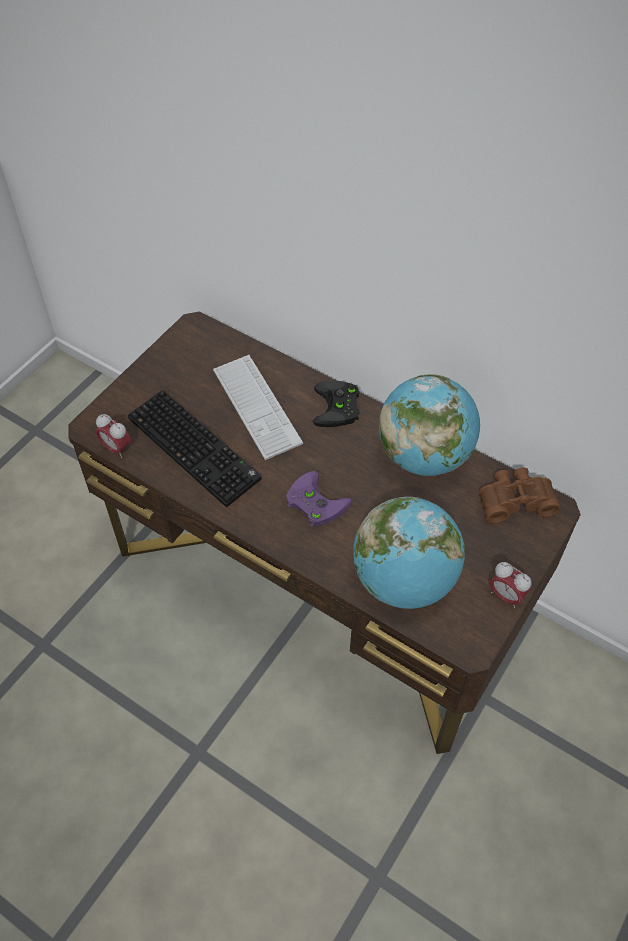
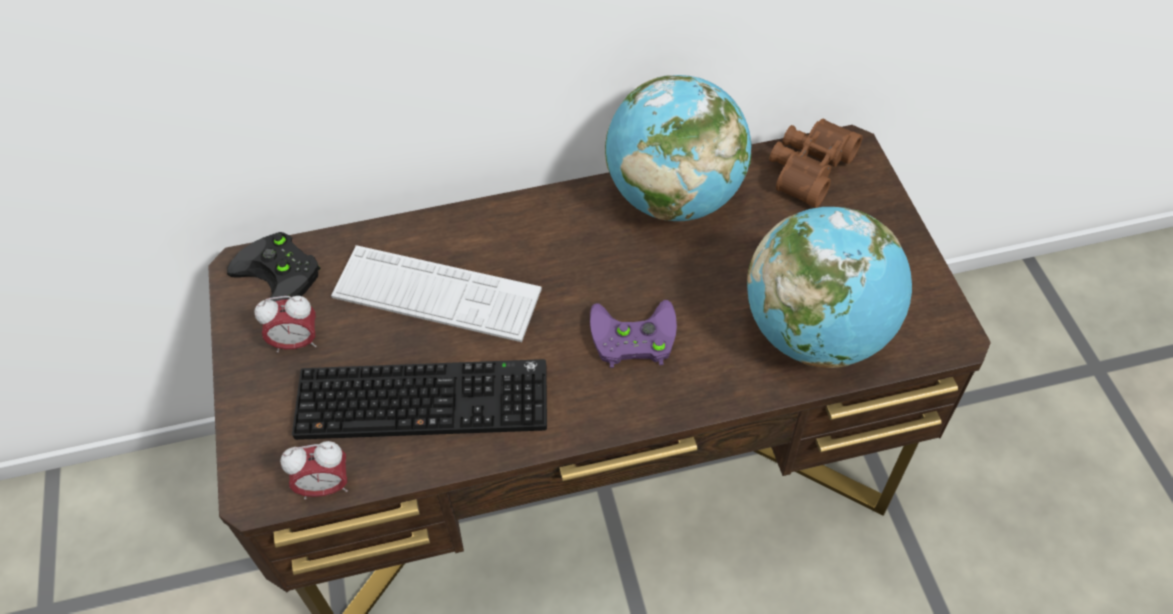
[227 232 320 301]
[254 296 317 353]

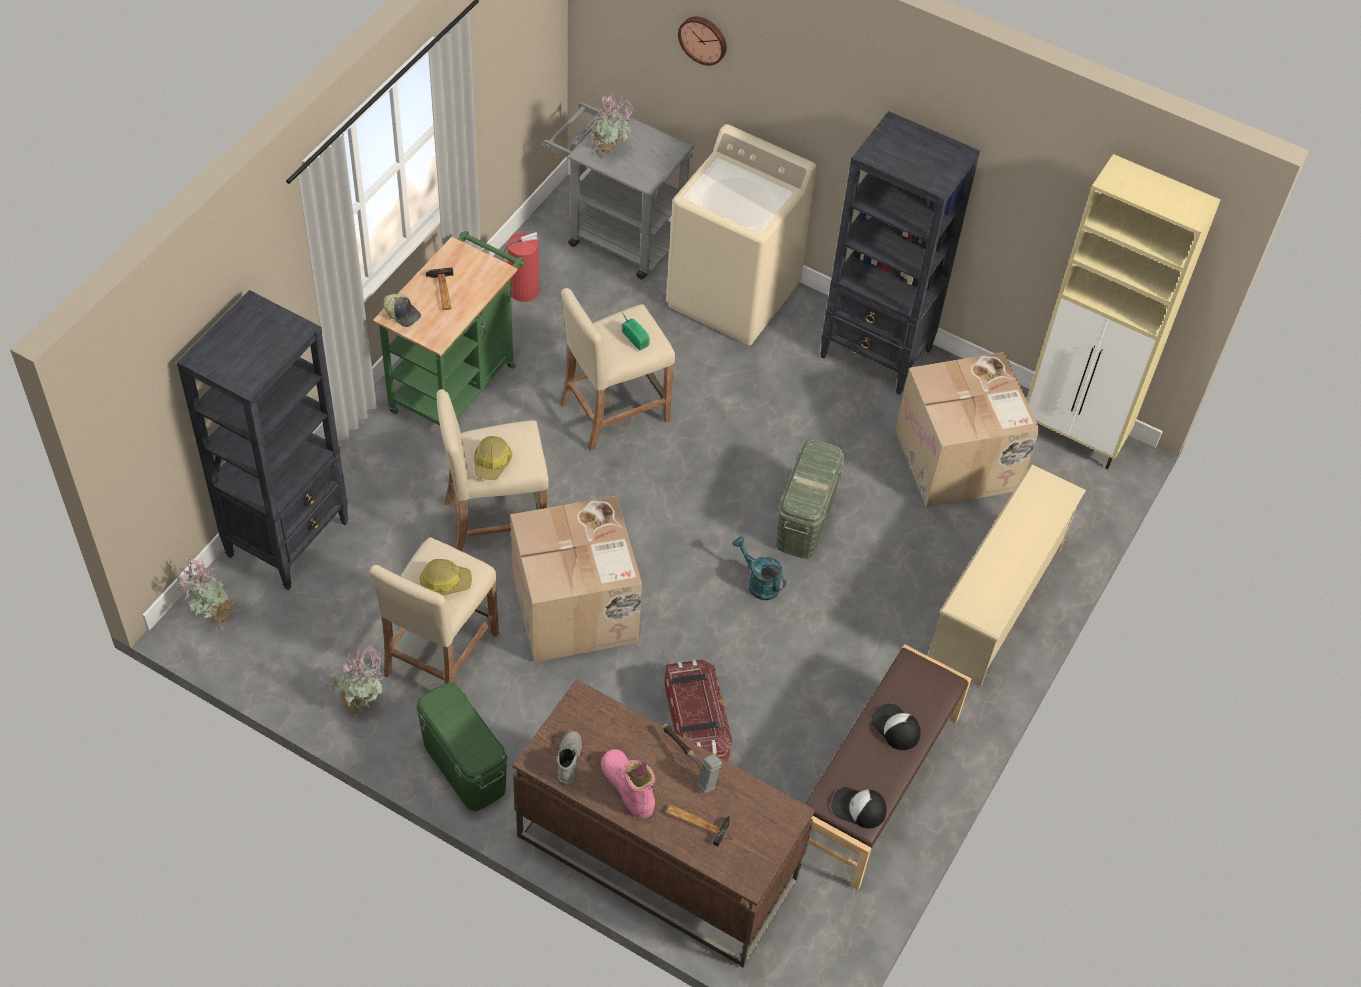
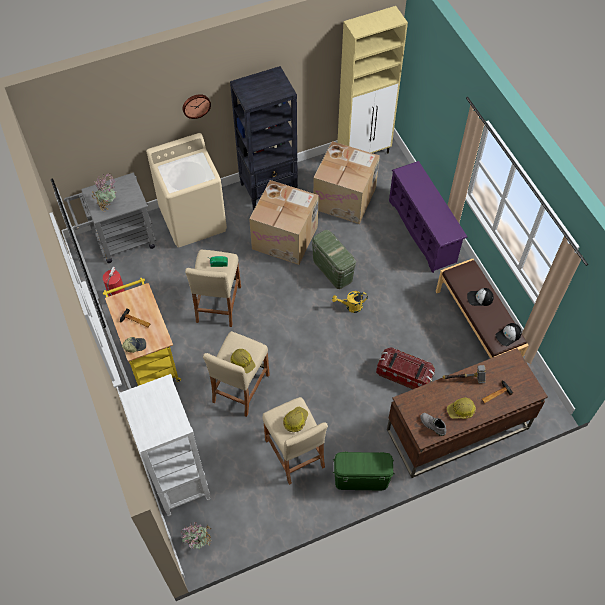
[331 646 385 717] (first image)
[249 180 319 265]
[182 94 211 119]
[447 398 476 419]
[119 374 210 516]
[103 278 181 386]
[332 291 368 313]
[389 161 467 273]

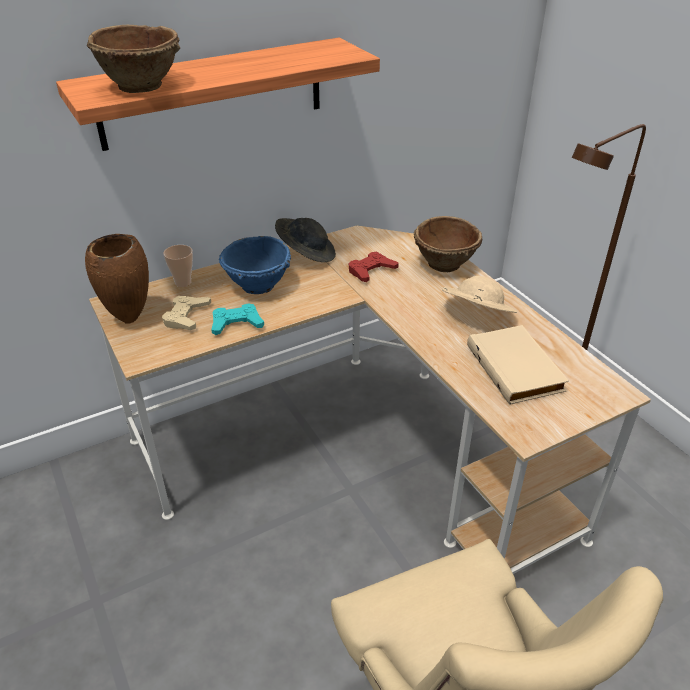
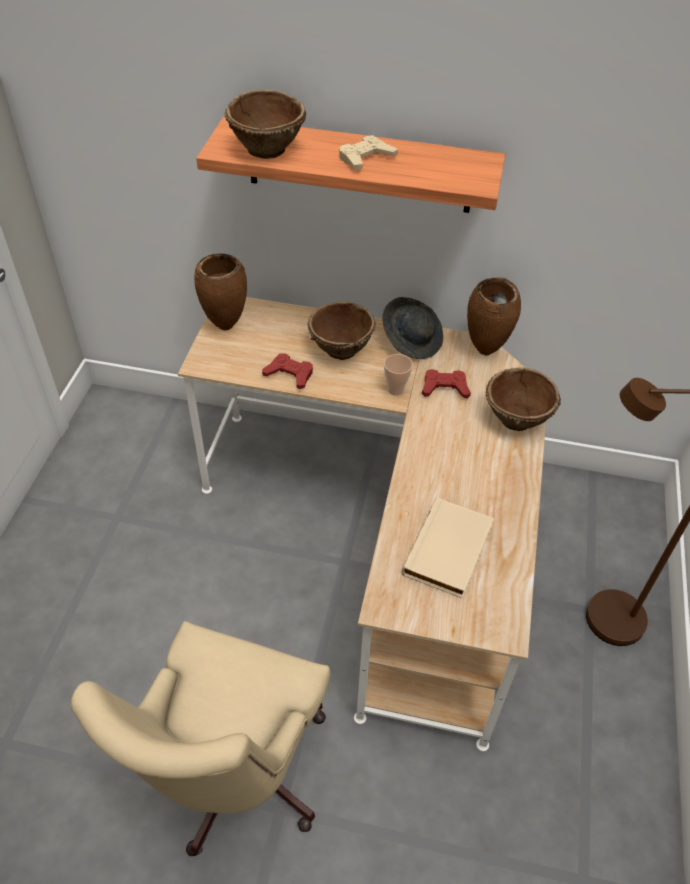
[442 276 517 313] (first image)
[467 277 521 356]
[339 135 398 170]
[384 354 413 396]
[262 353 313 389]
[308 301 376 360]

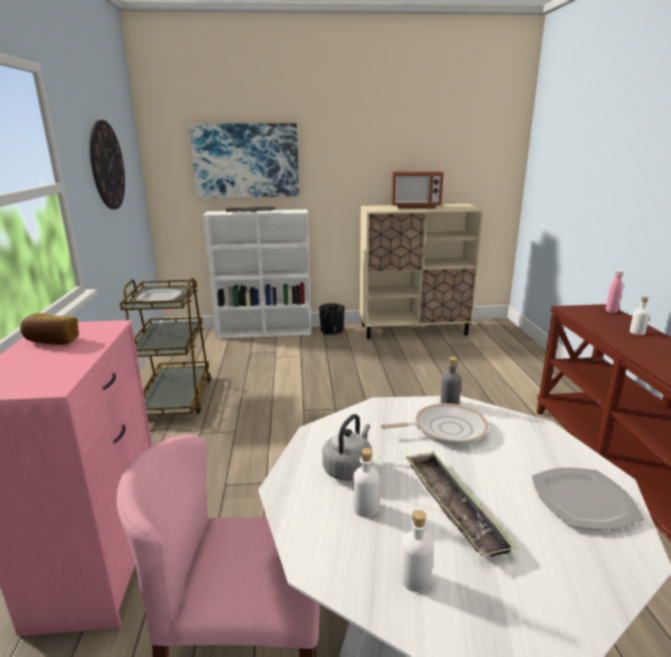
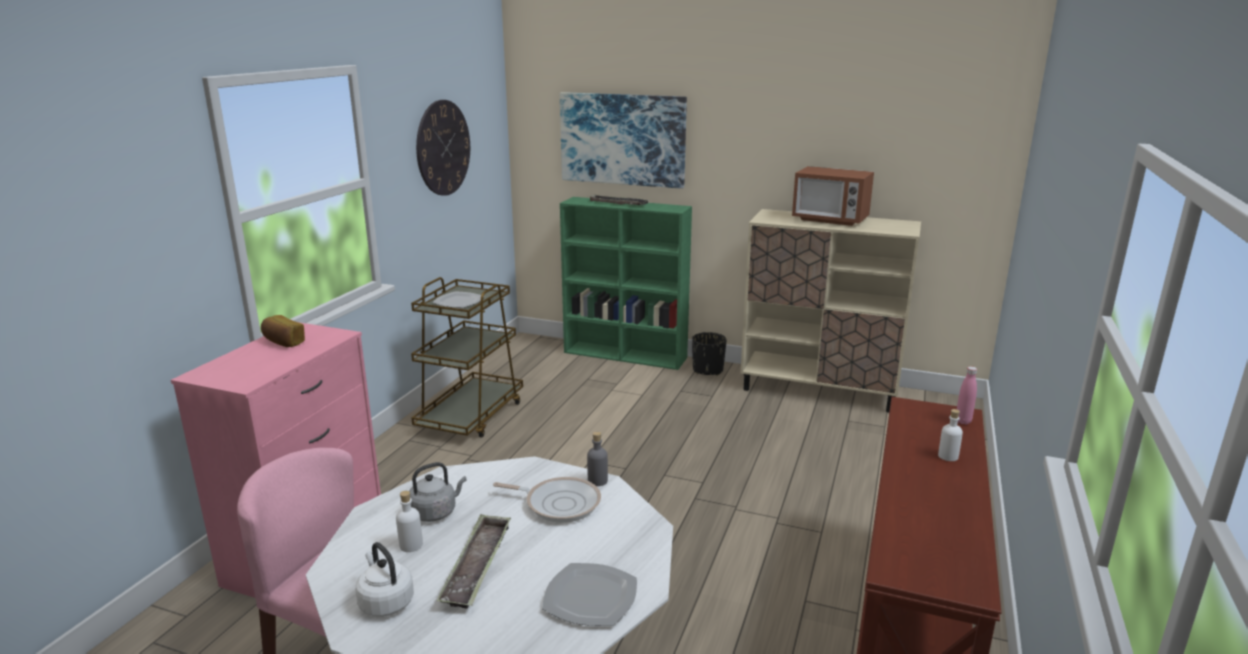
[355 542 414 617]
[560 197 692 370]

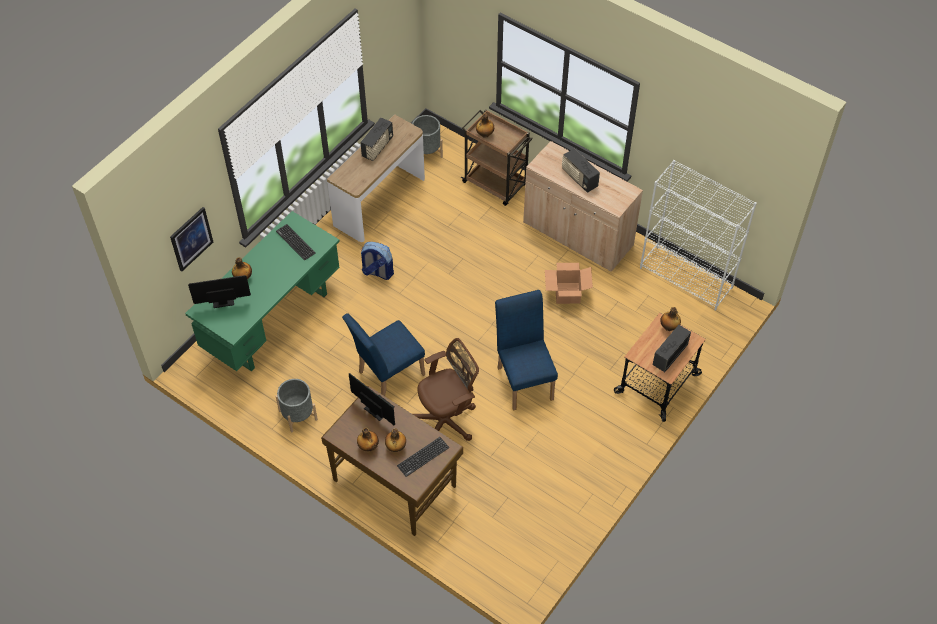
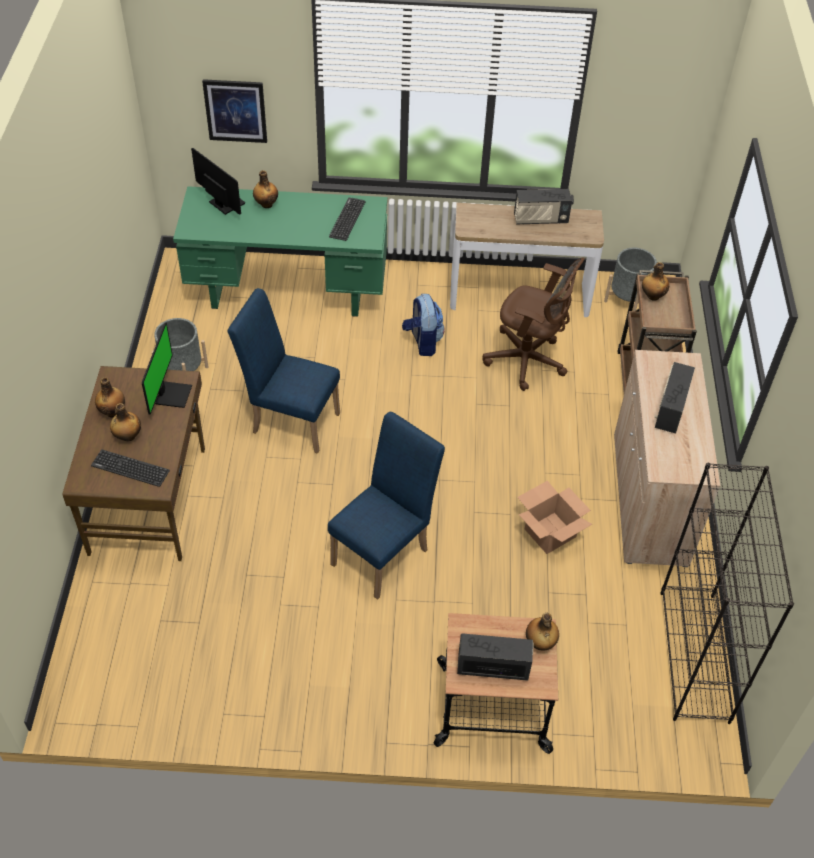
[483 258 585 391]
[660 463 794 724]

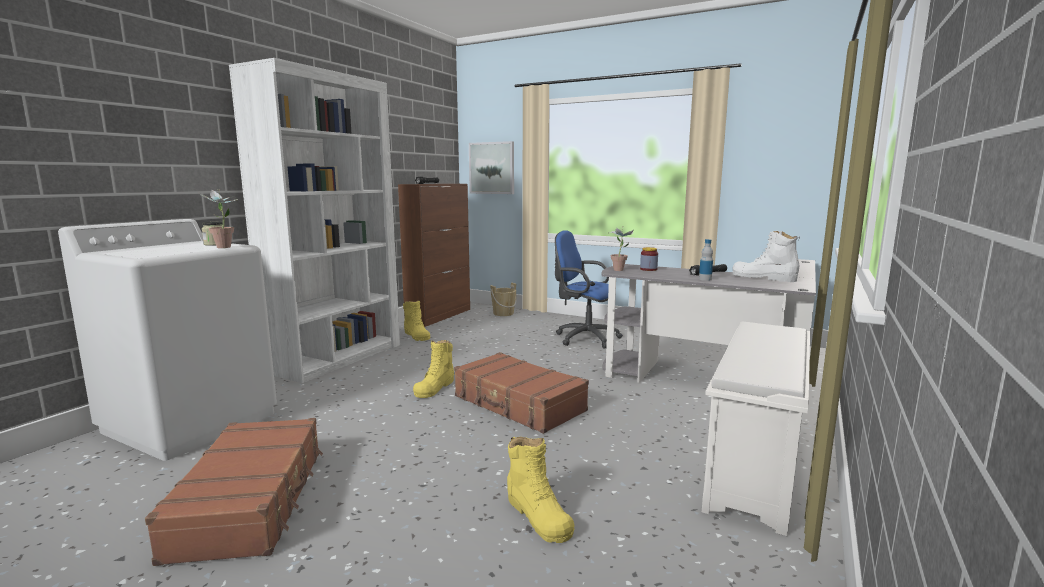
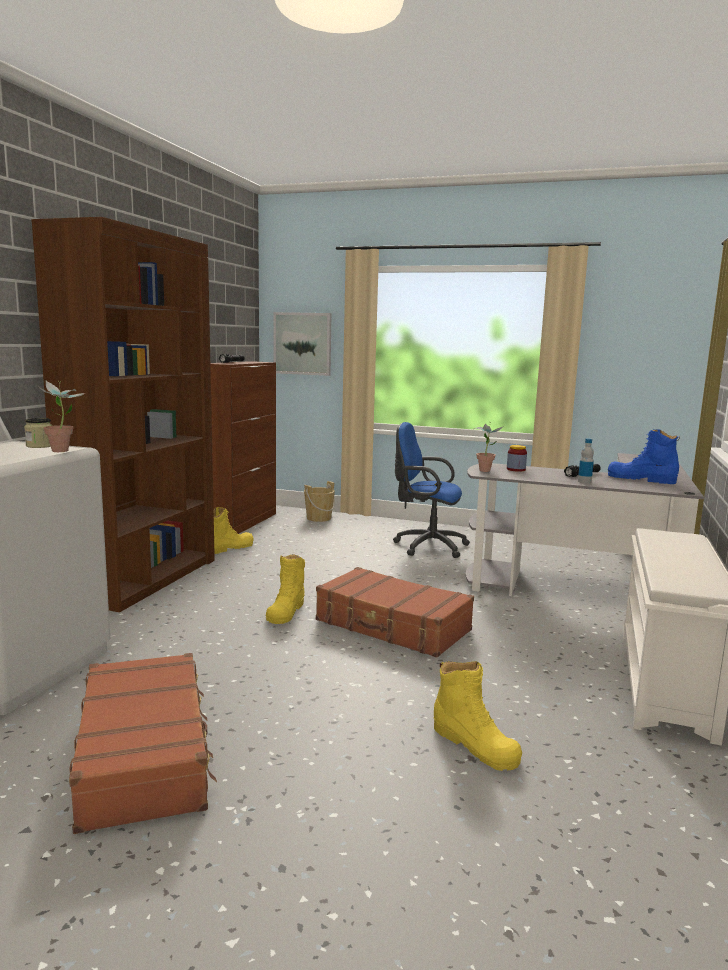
[31 217 215 612]
[608 429 680 484]
[214 507 254 554]

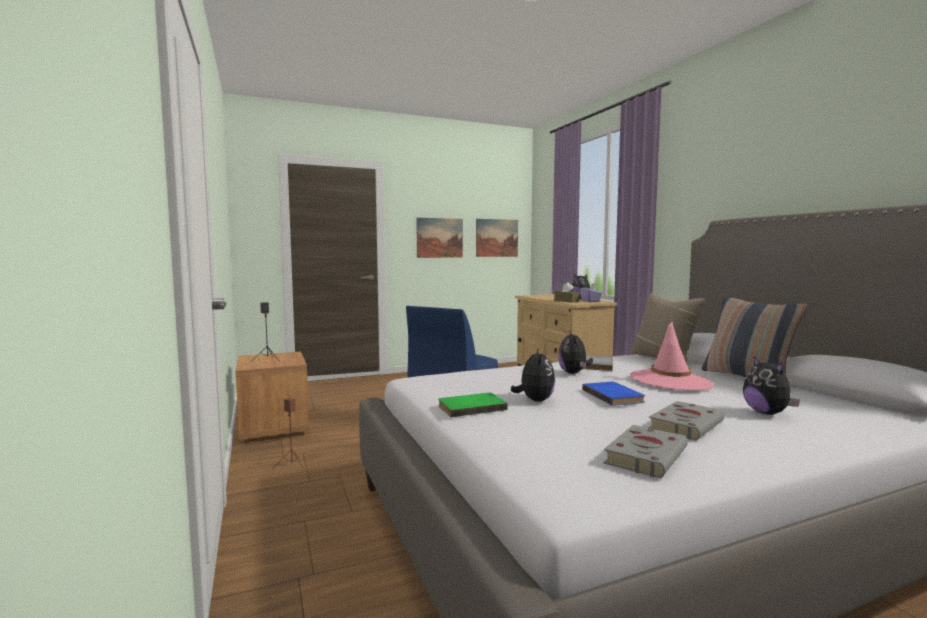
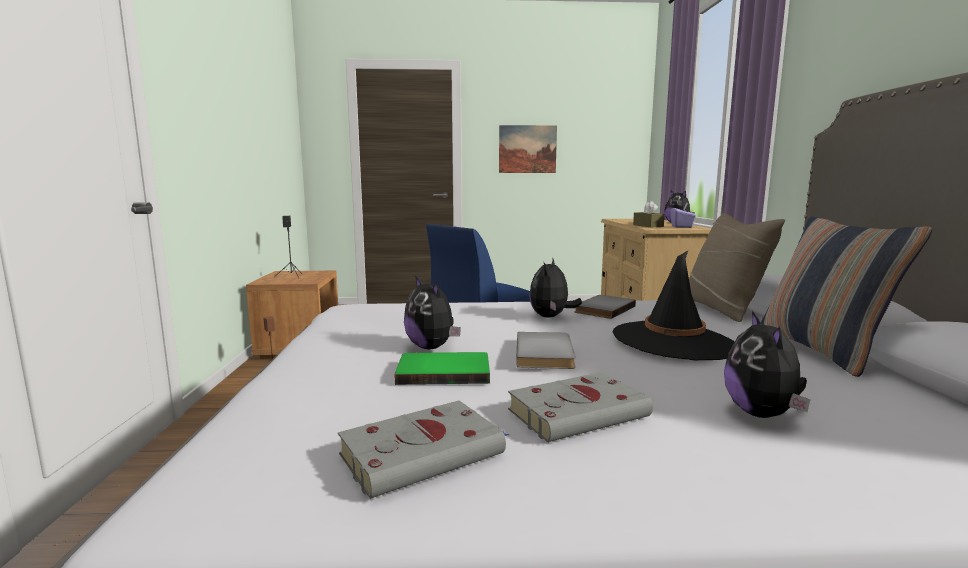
[476 219 518 257] (first image)
[395 352 490 385]
[516 332 576 369]
[613 251 735 360]
[404 276 461 349]

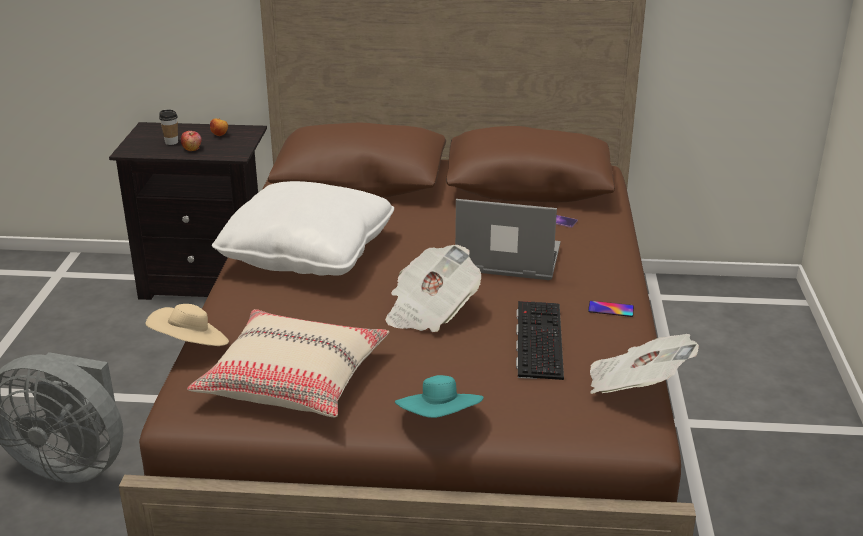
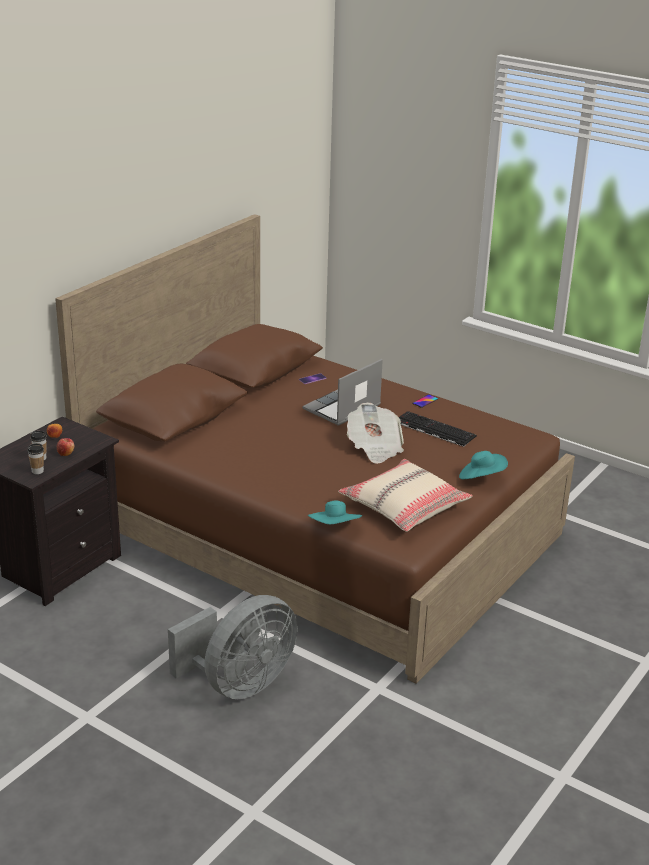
[212 181 394 276] (first image)
[590 334 699 394] (first image)
[27 443 44 474]
[308 500 362 524]

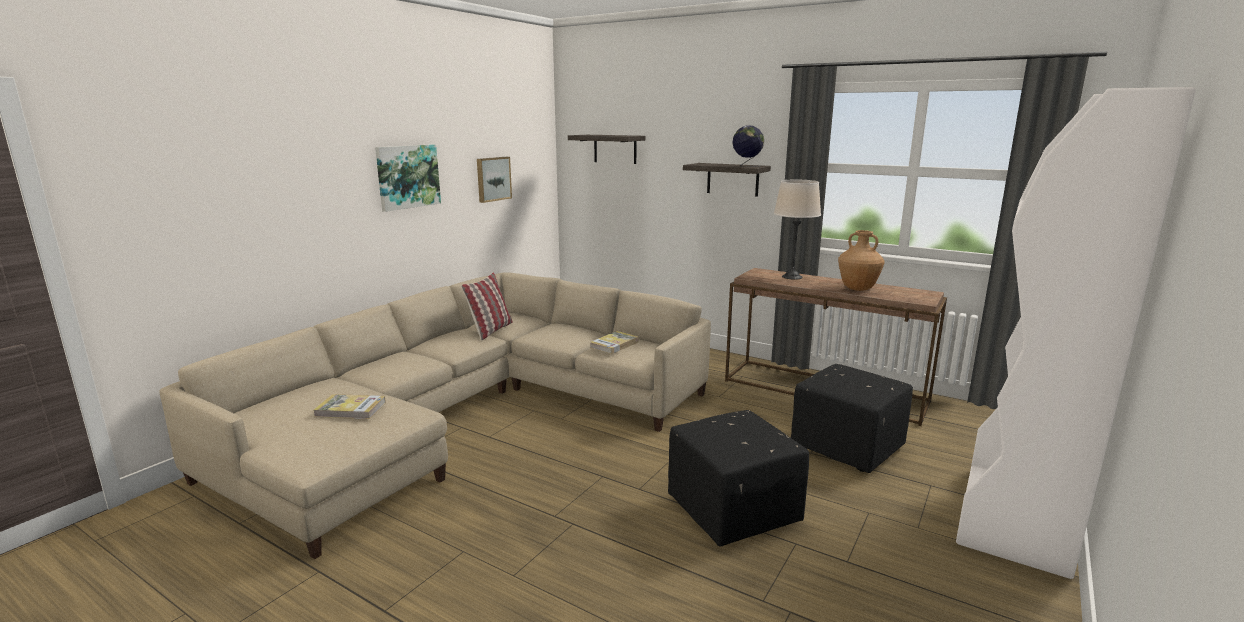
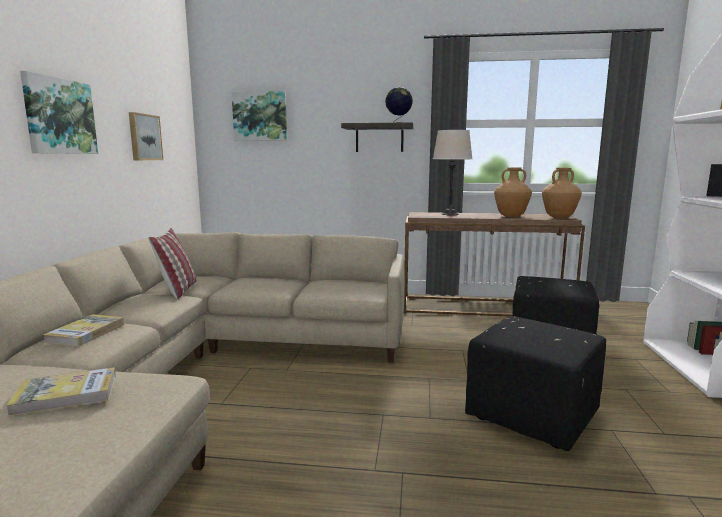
[542 168 582 218]
[43 314 124 347]
[232 91 287 140]

